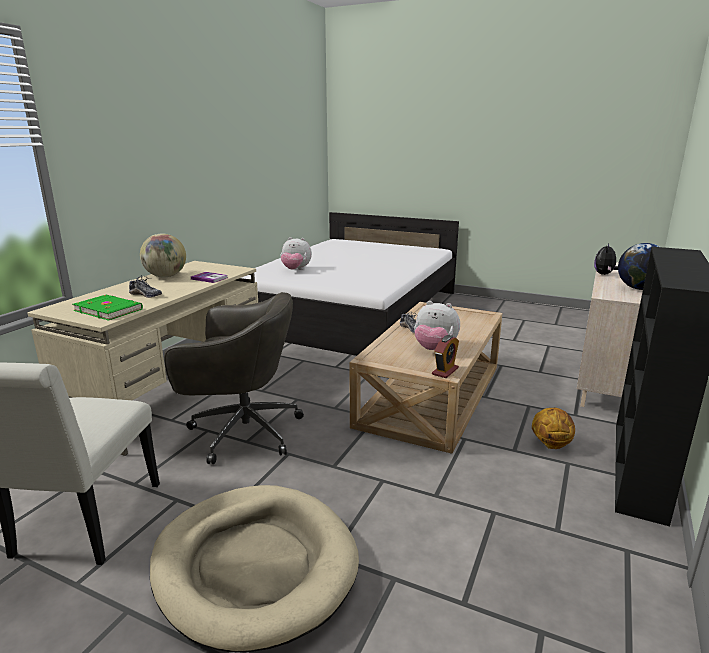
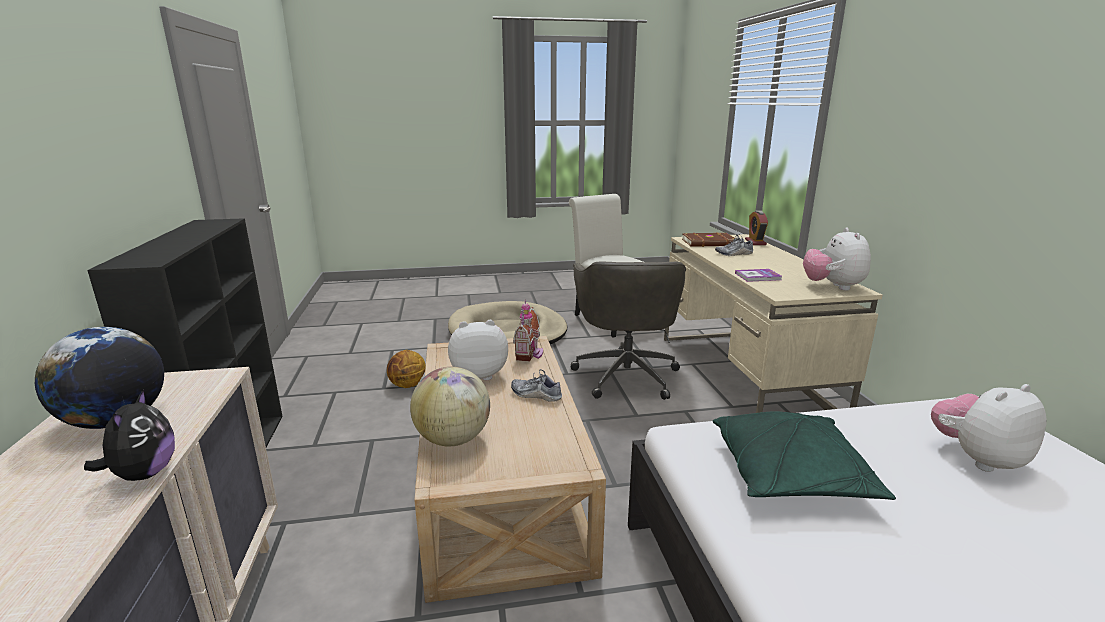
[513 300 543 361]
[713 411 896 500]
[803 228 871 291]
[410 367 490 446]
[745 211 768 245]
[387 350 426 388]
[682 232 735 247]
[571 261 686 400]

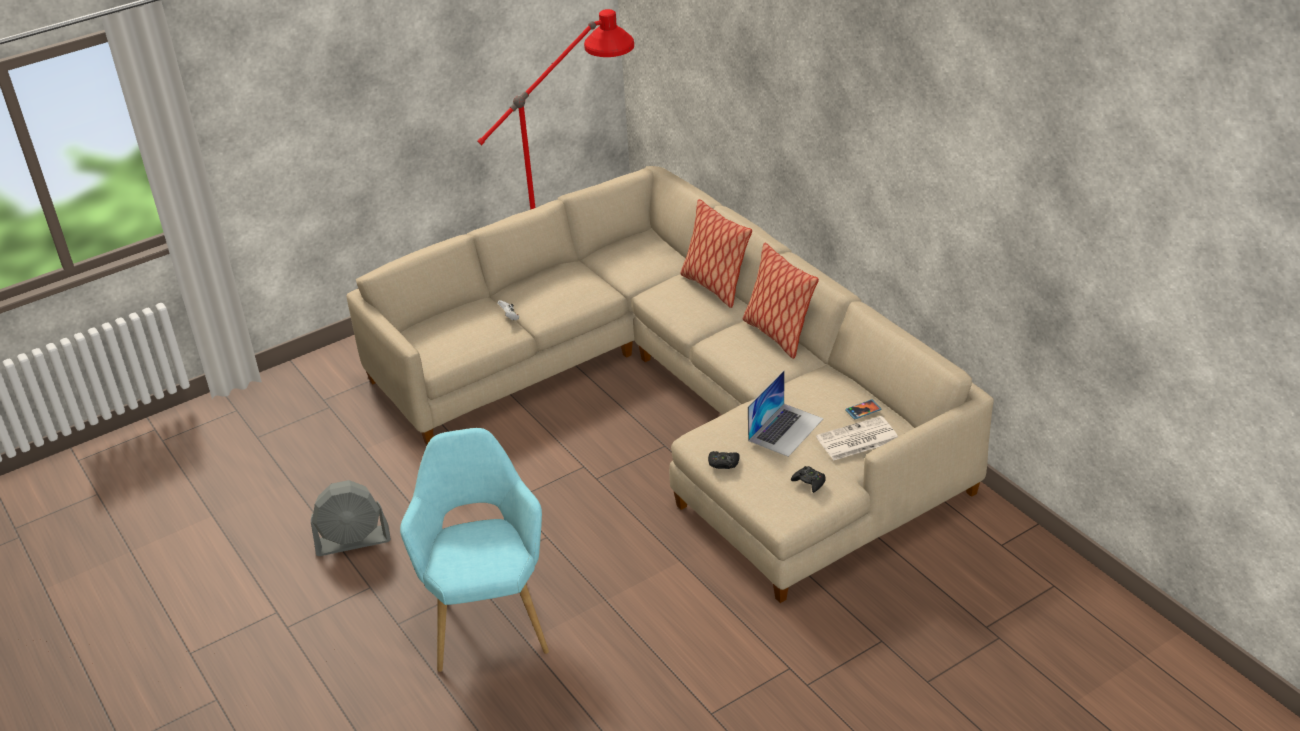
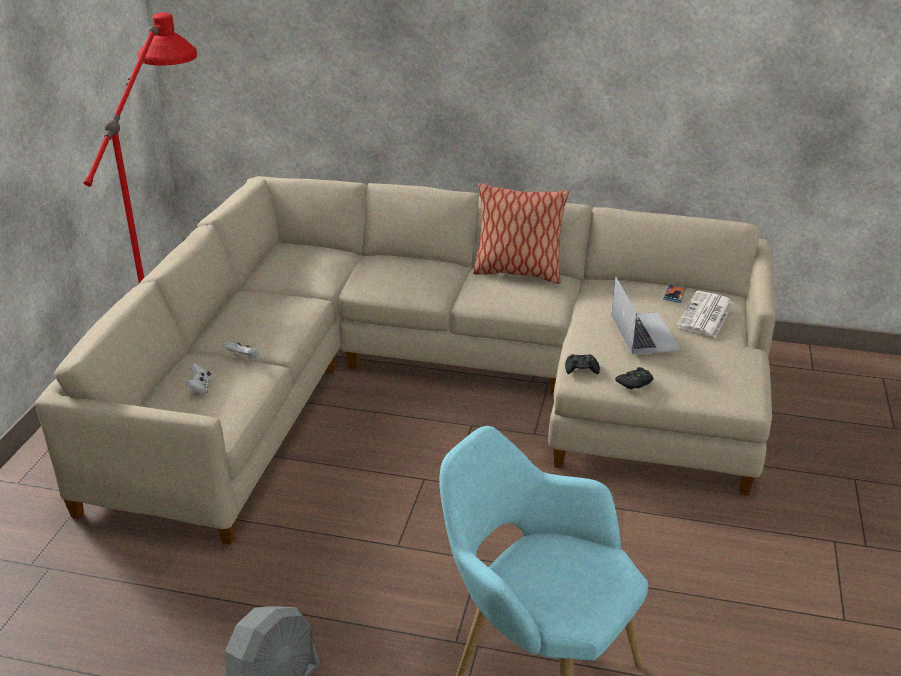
[680 199 752 308] (first image)
[186 364 211 394]
[565 354 600 374]

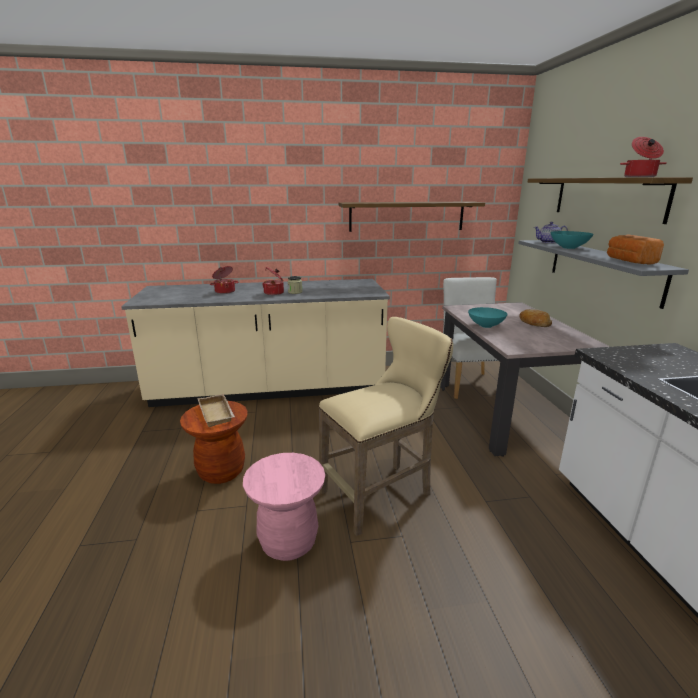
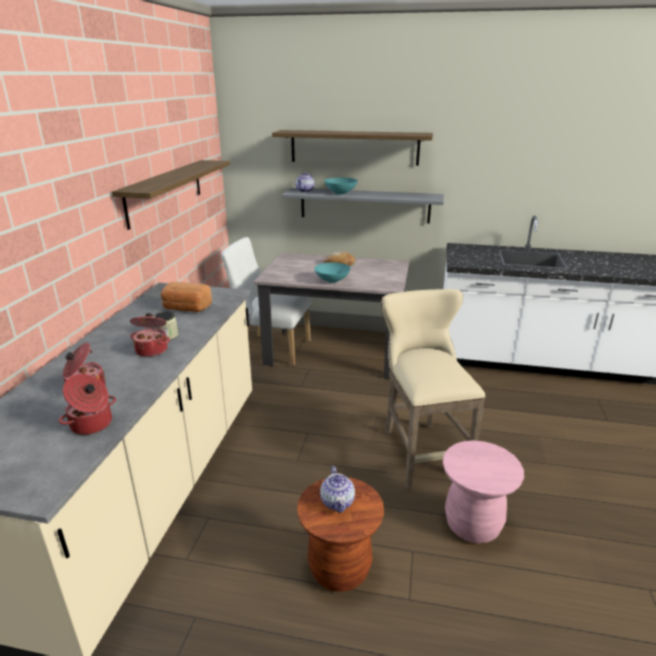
[161 282 212 312]
[59 374 116 435]
[320 466 355 513]

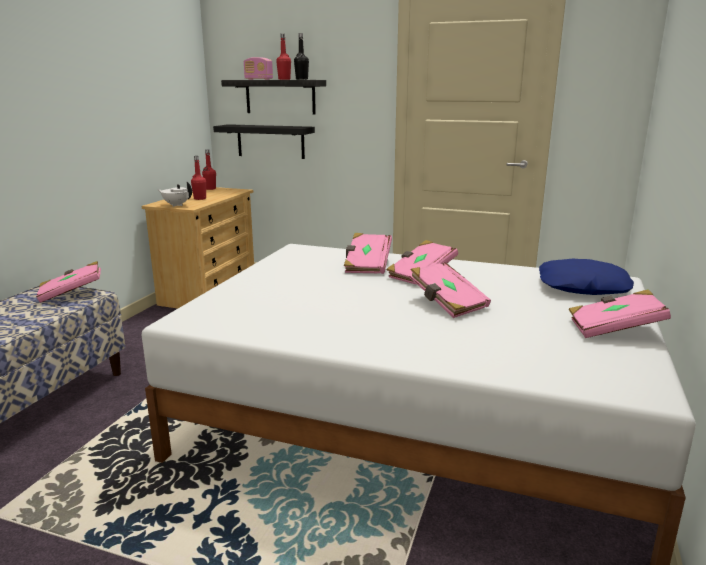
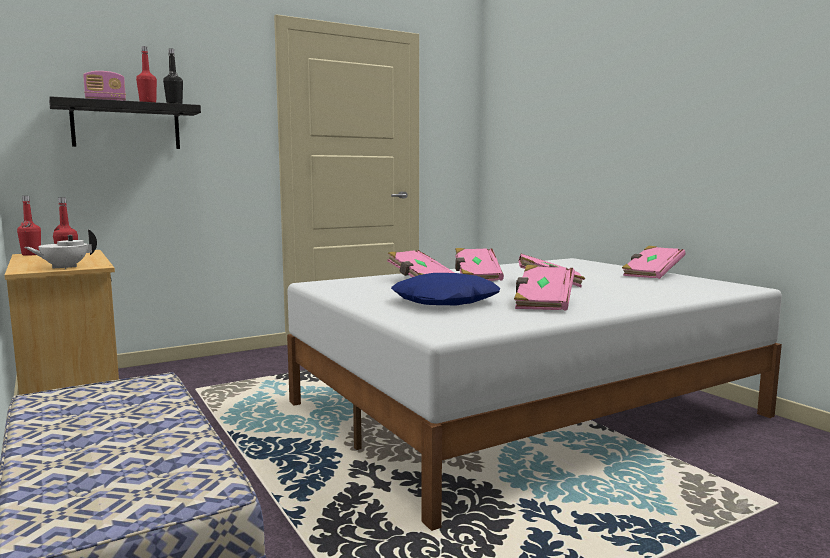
[213 124 315 159] (first image)
[514 265 575 311]
[391 273 500 306]

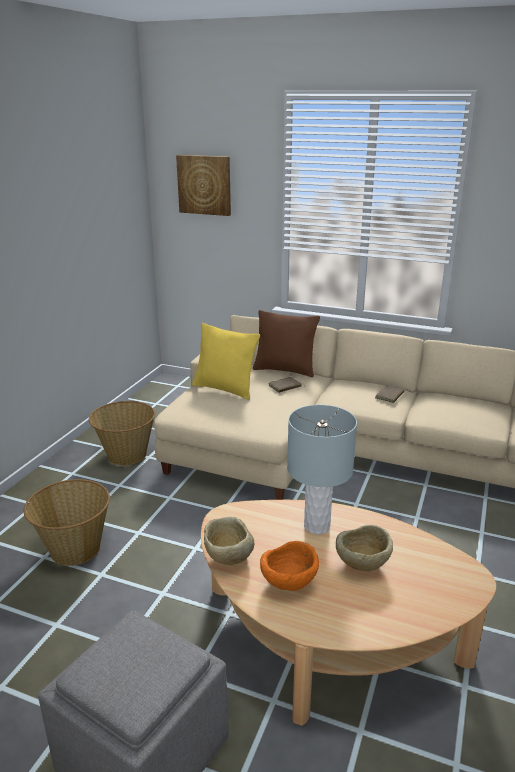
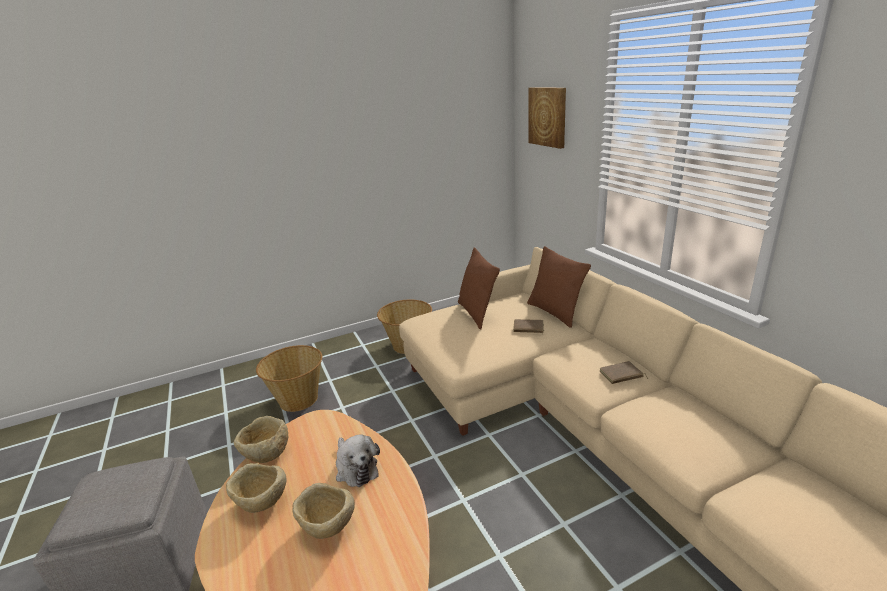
[336 434 380 487]
[458 247 500 329]
[226 463 286 513]

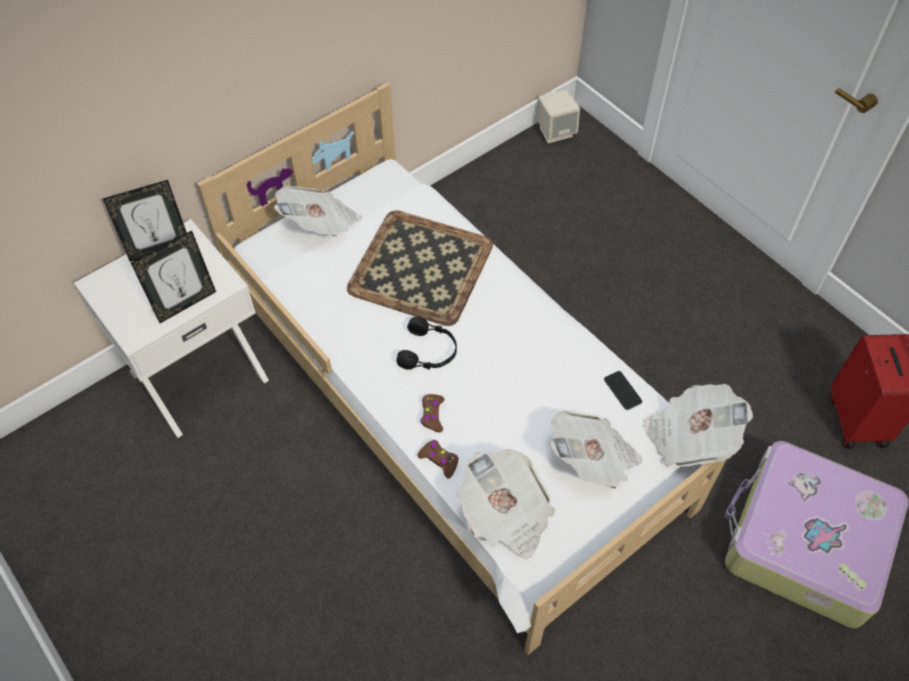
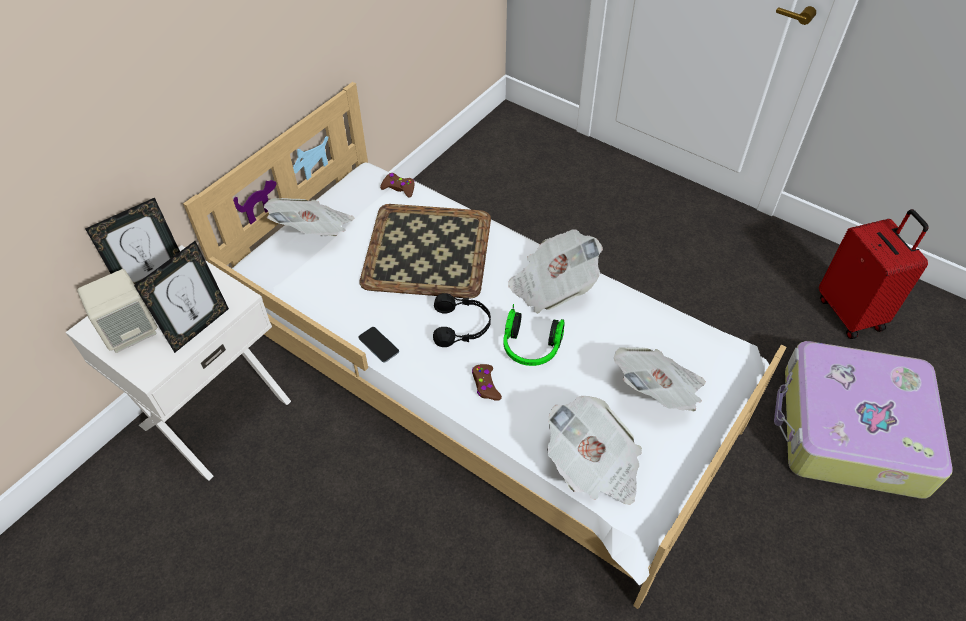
[503 304 565 366]
[380 173 414 198]
[77 269 157 353]
[358 327 399 362]
[508 230 603 314]

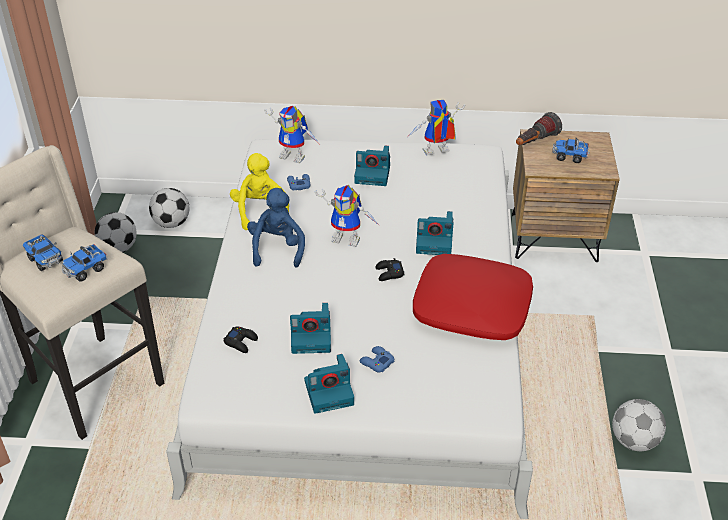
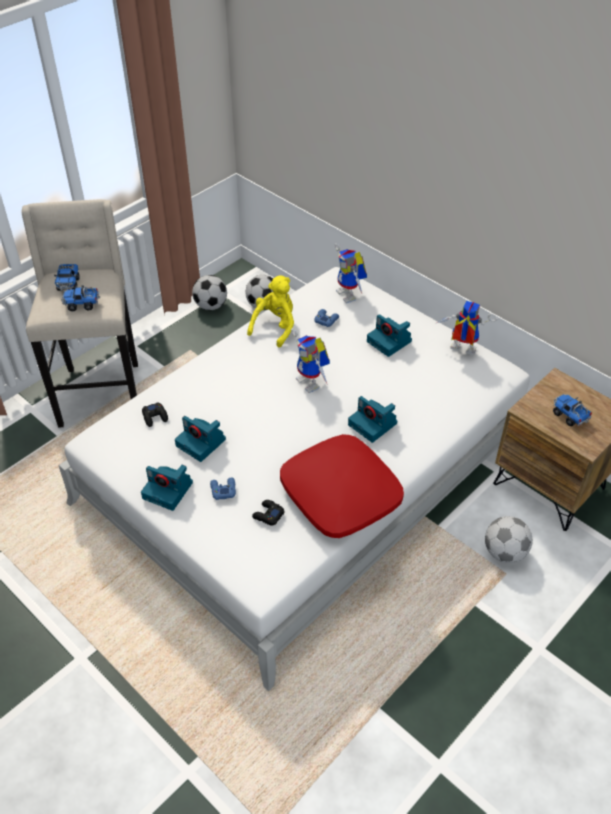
[247 188 305 267] (first image)
[516 112 562 145] (first image)
[252 500 285 526]
[485 516 533 563]

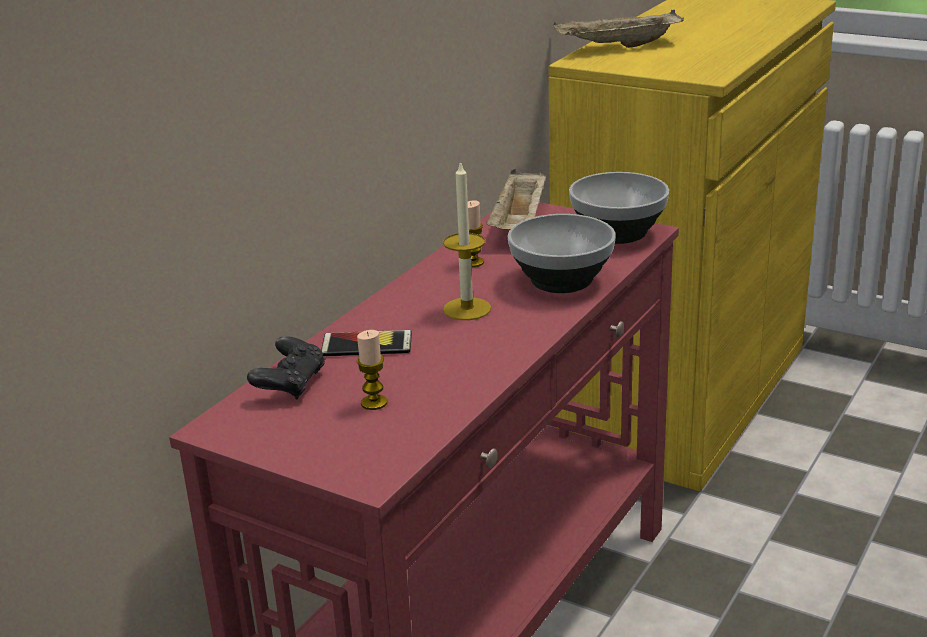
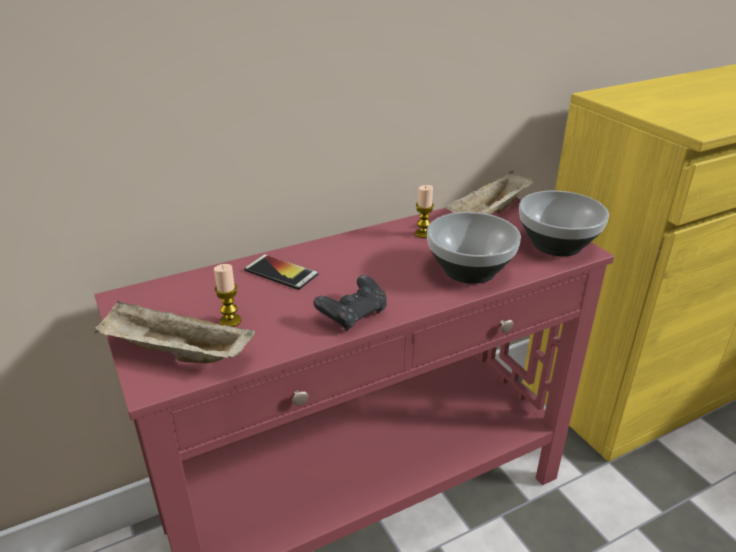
[443 160 491 320] (first image)
[313 275 387 331]
[93 300 255 363]

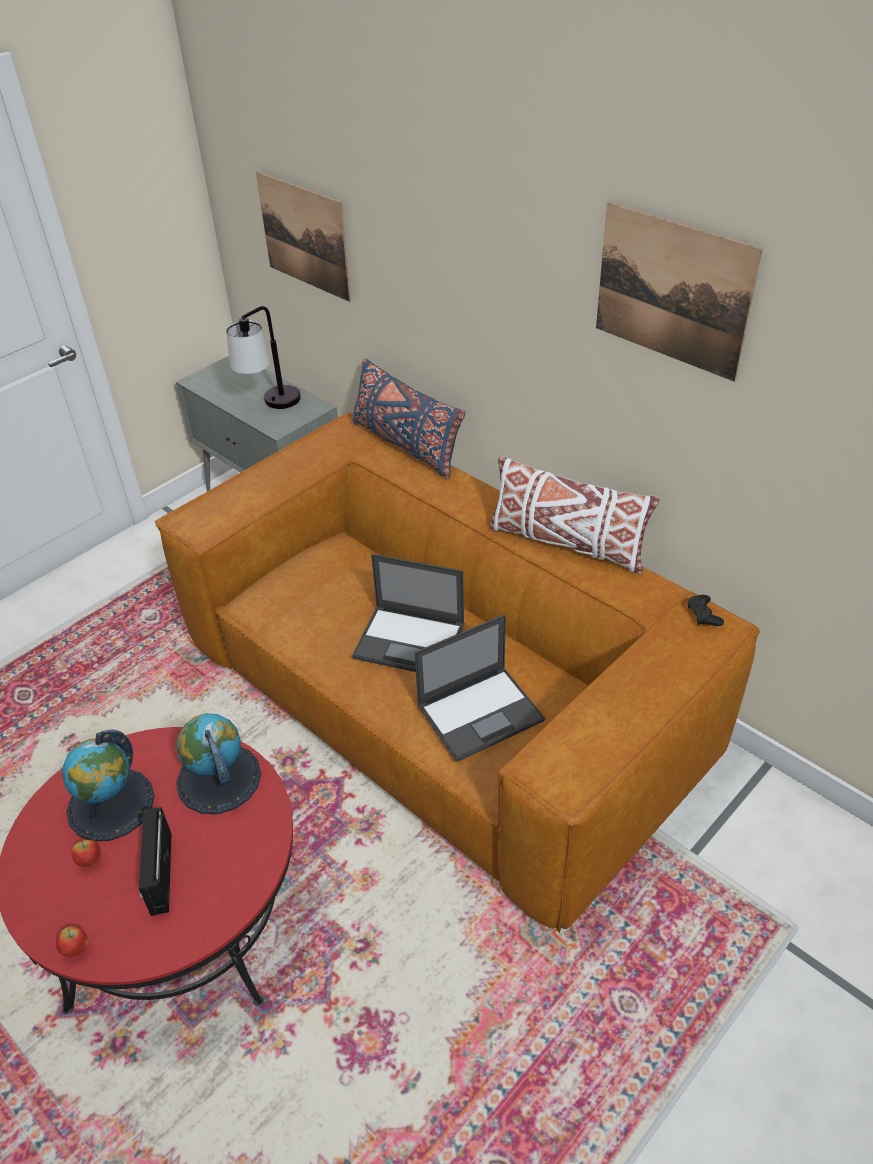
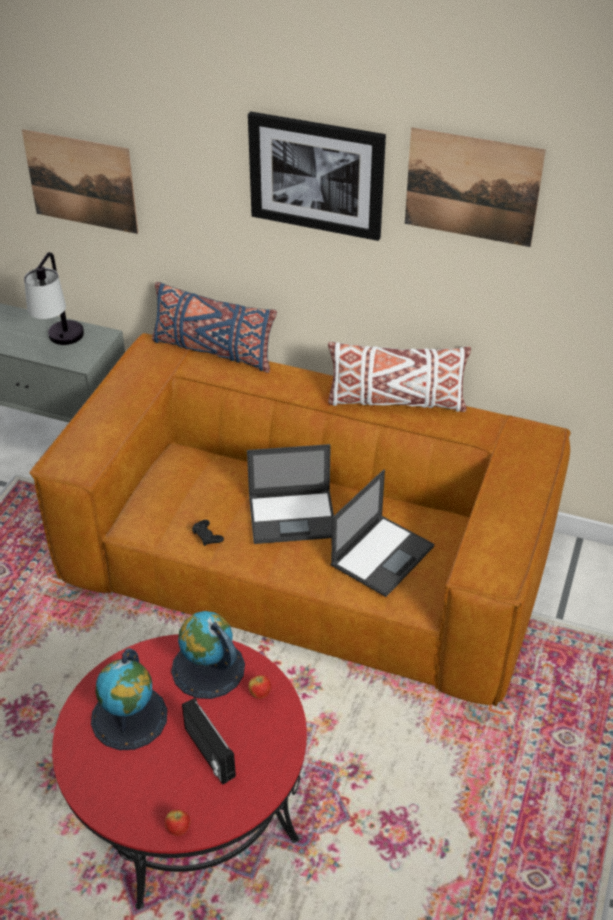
[248 111 386 241]
[249 675 271 699]
[192 520 224 546]

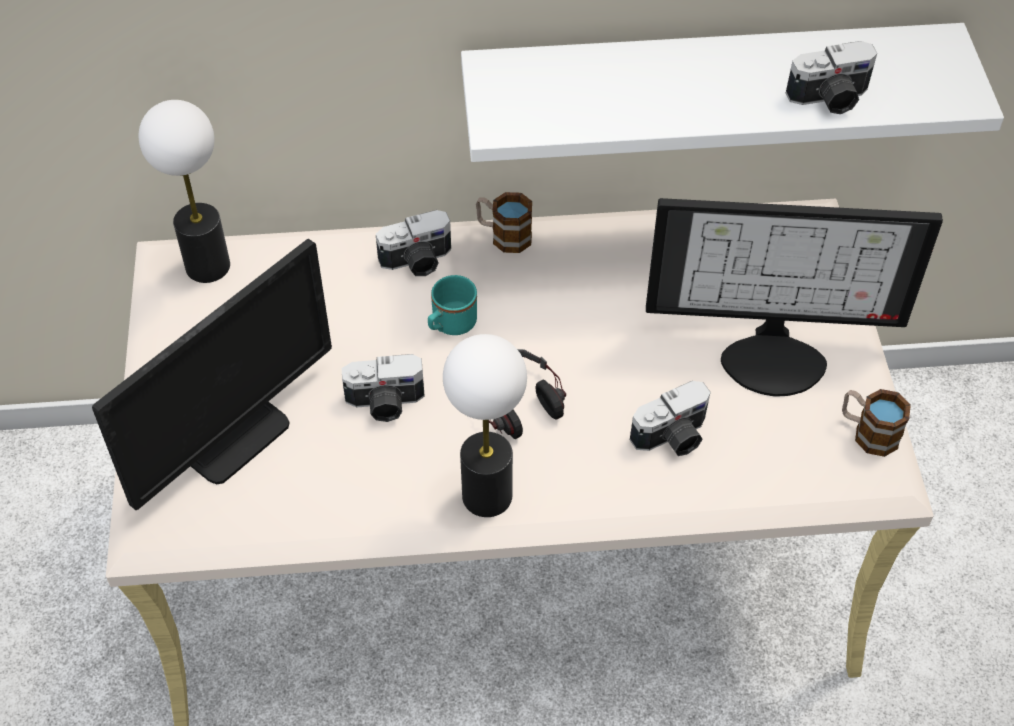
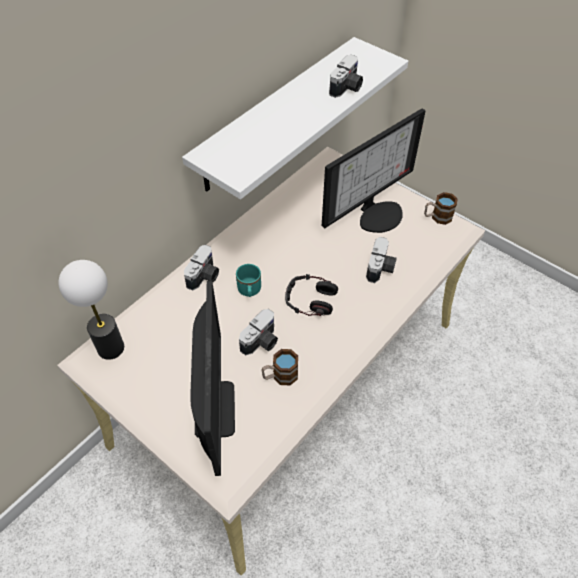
[443 334 527 517] (first image)
[261 349 298 385]

